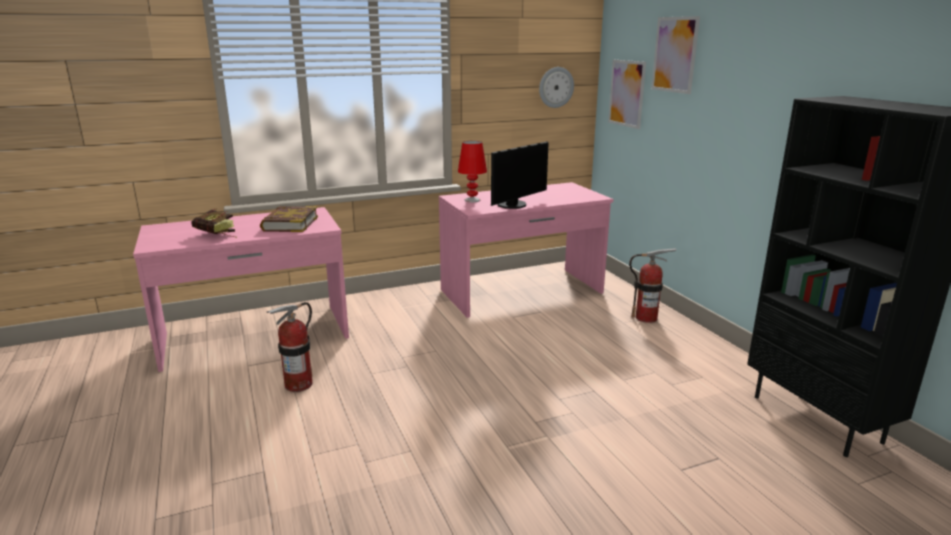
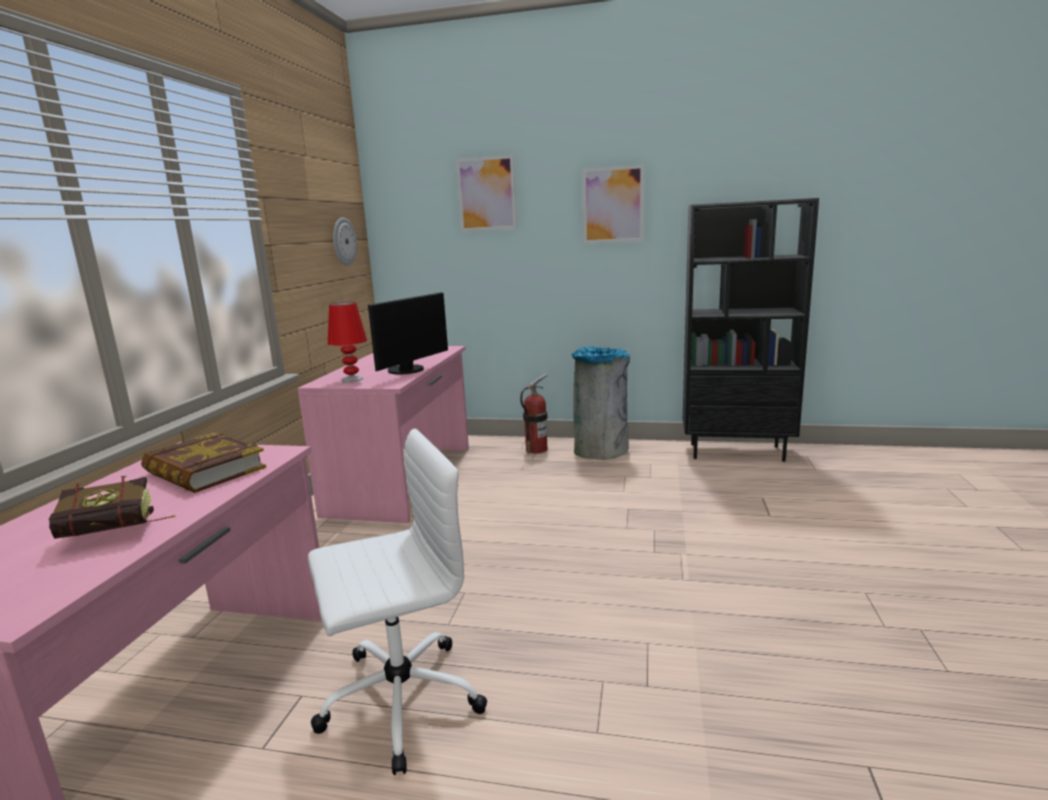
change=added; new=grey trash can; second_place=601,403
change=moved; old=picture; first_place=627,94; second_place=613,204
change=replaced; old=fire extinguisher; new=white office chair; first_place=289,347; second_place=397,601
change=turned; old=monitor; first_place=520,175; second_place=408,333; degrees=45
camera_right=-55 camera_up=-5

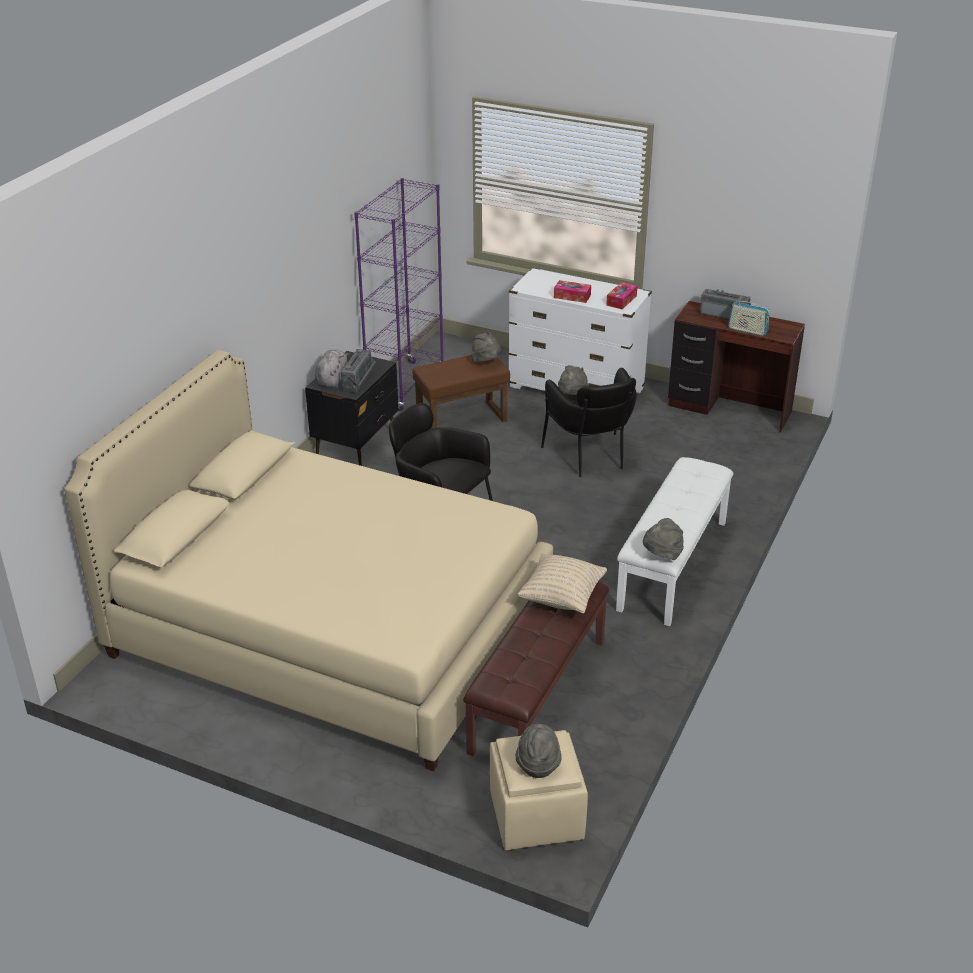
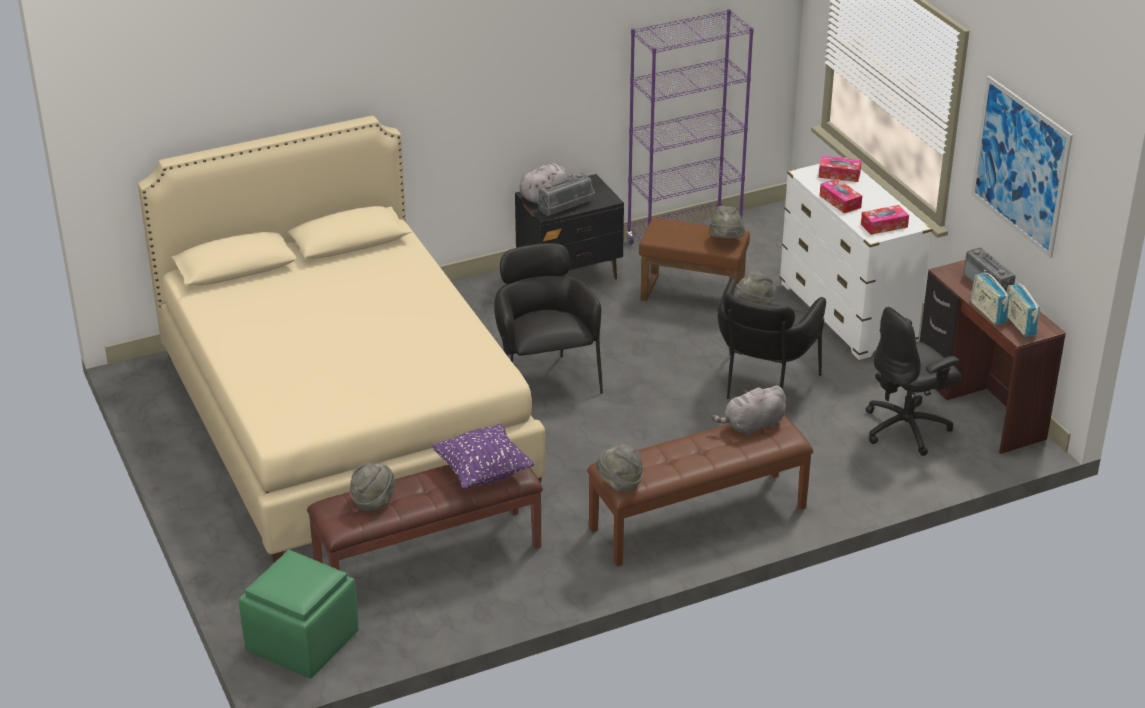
change=added; new=grey plush toy; second_place=749,411
change=added; new=tissue box; second_place=840,169
change=added; new=black office chair; second_place=913,381
change=added; new=picture; second_place=1022,167
change=added; new=radio; second_place=1023,309
change=moved; old=grey hat; first_place=539,751; second_place=372,487
change=recoloured; old=beige ottoman; new=green ottoman; first_place=539,790; second_place=298,614
change=recoloured; old=beige pillow; new=purple pillow; first_place=562,583; second_place=483,455
change=recoloured; old=white bench; new=brown bench; first_place=675,541; second_place=700,490
camera_right=40 camera_up=0

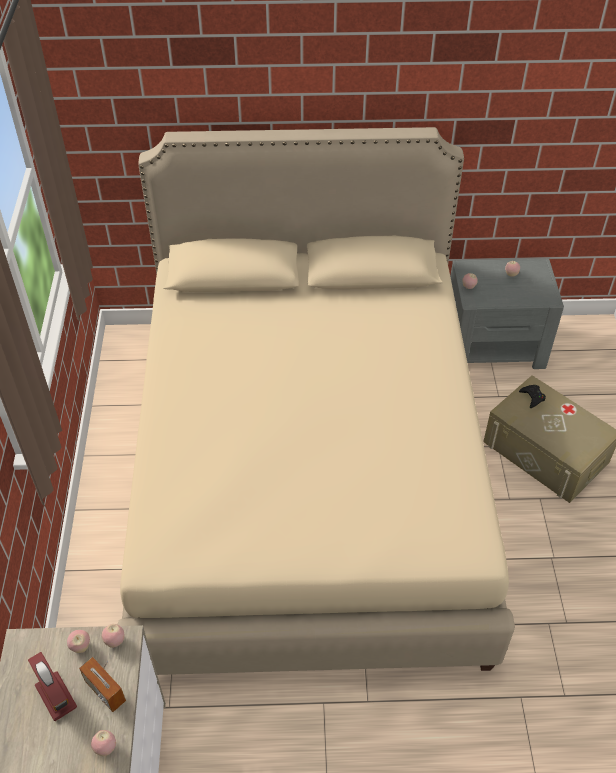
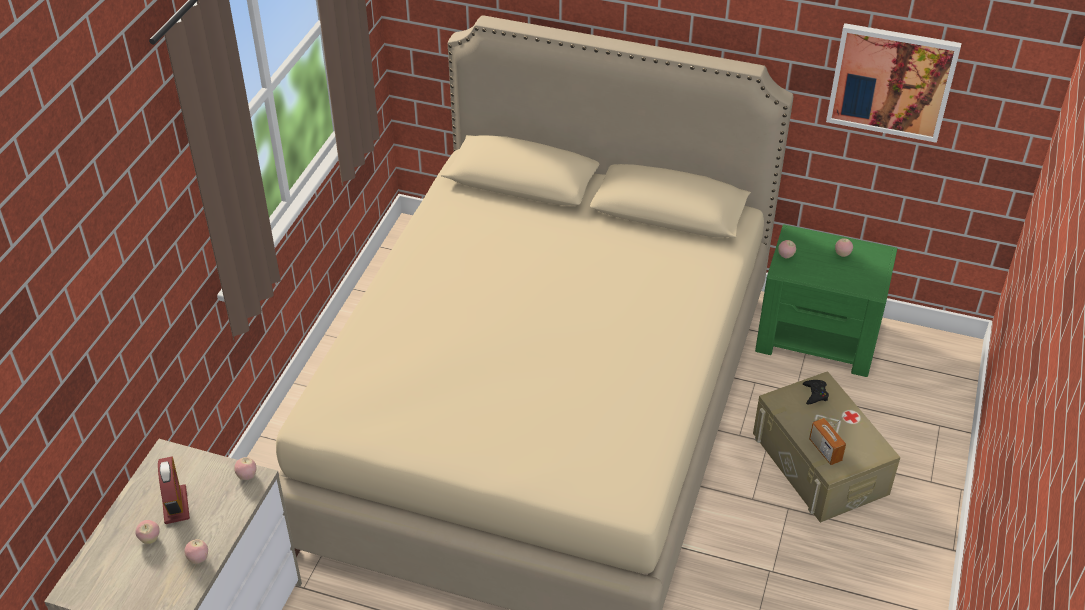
change=added; new=picture; second_place=894,83
change=moved; old=apple; first_place=78,641; second_place=147,532
change=moved; old=radio; first_place=102,684; second_place=827,440
change=recoloured; old=grey nightstand; new=green nightstand; first_place=507,313; second_place=826,300
camera_right=20 camera_up=-5

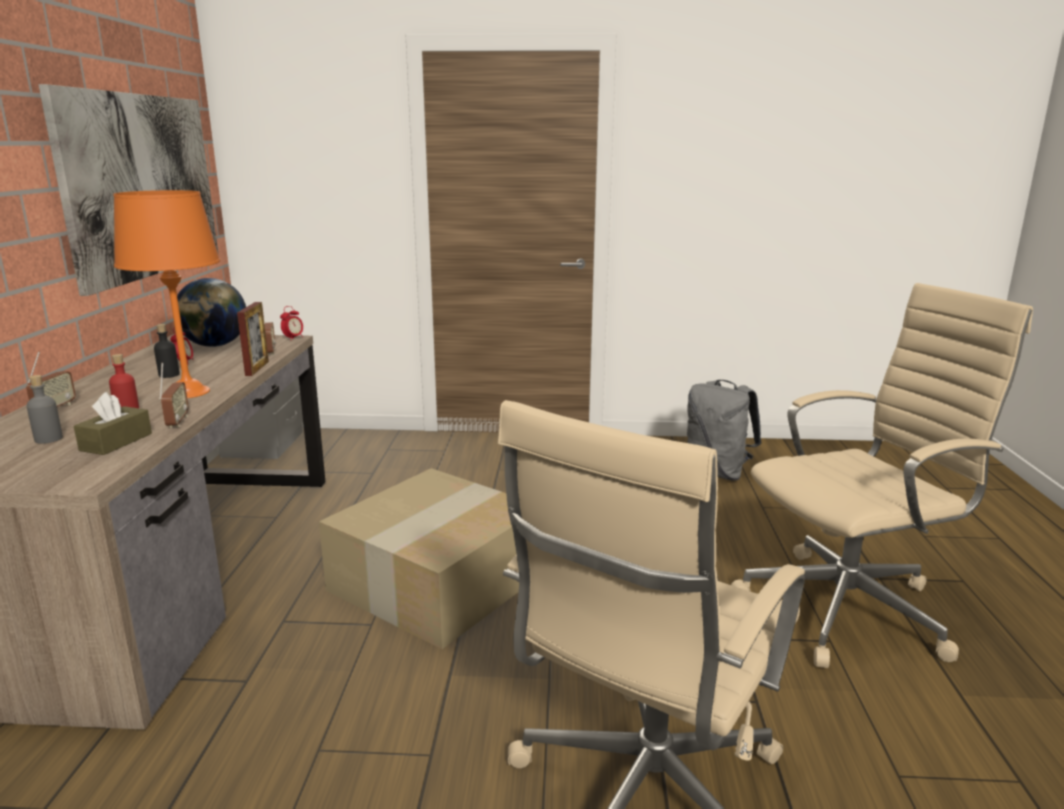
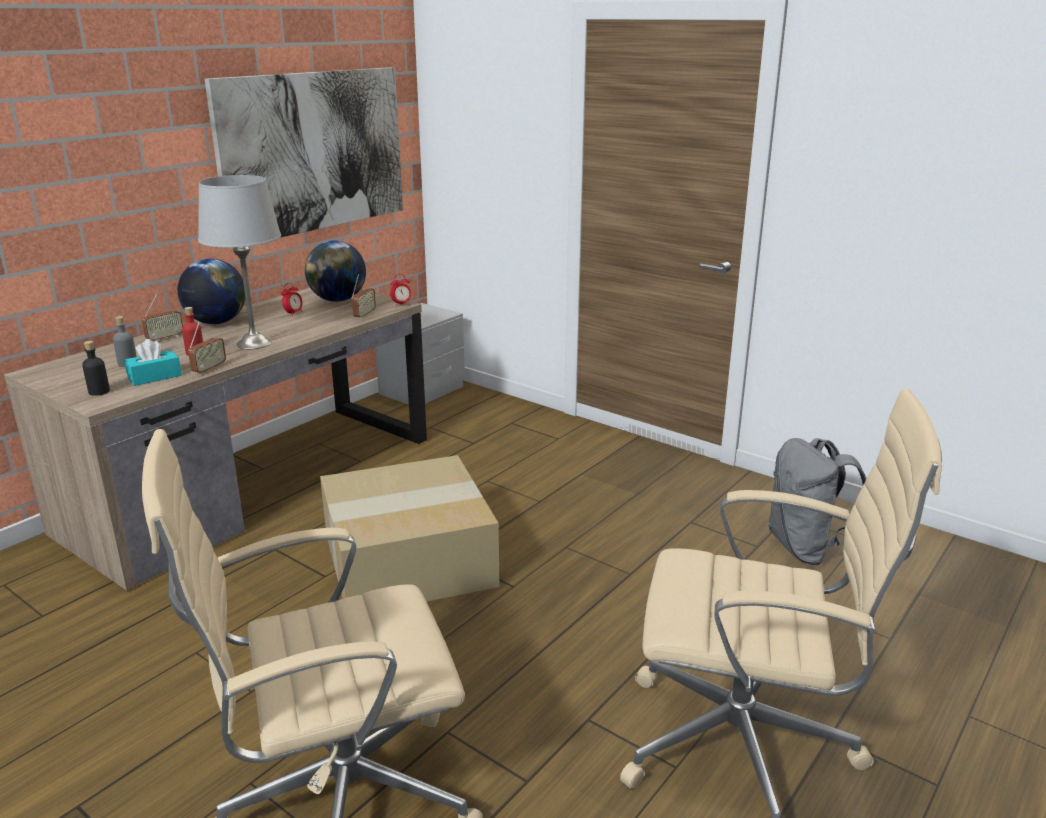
change=removed; old=picture frame; first_place=253,339
change=added; new=globe; second_place=212,291
change=moved; old=black bottle; first_place=167,351; second_place=96,368
change=recoloured; old=brown tissue box; new=turquoise tissue box; first_place=113,423; second_place=153,362
change=recoloured; old=orange table lamp; new=grey table lamp; first_place=166,294; second_place=239,262
camera_right=35 camera_up=5

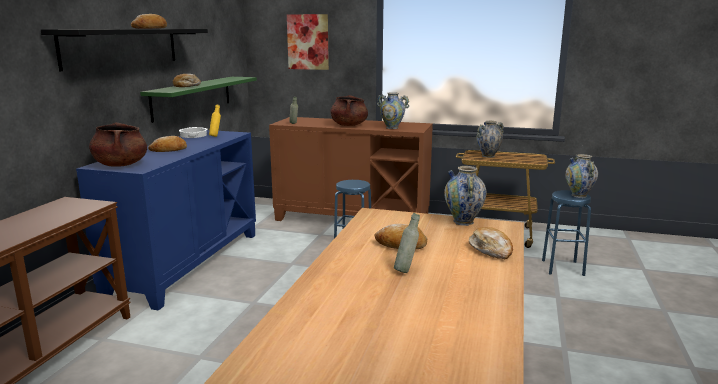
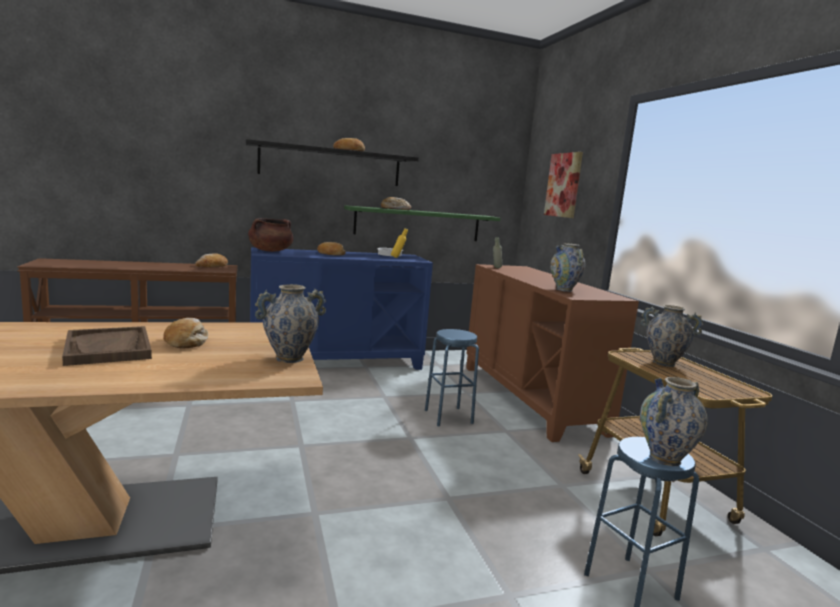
change=removed; old=brown cooking pot; first_place=349,110
change=moved; old=bread; first_place=491,243; second_place=211,260
change=replaced; old=grey bottle; new=brown tray; first_place=407,243; second_place=107,346
camera_right=55 camera_up=-5

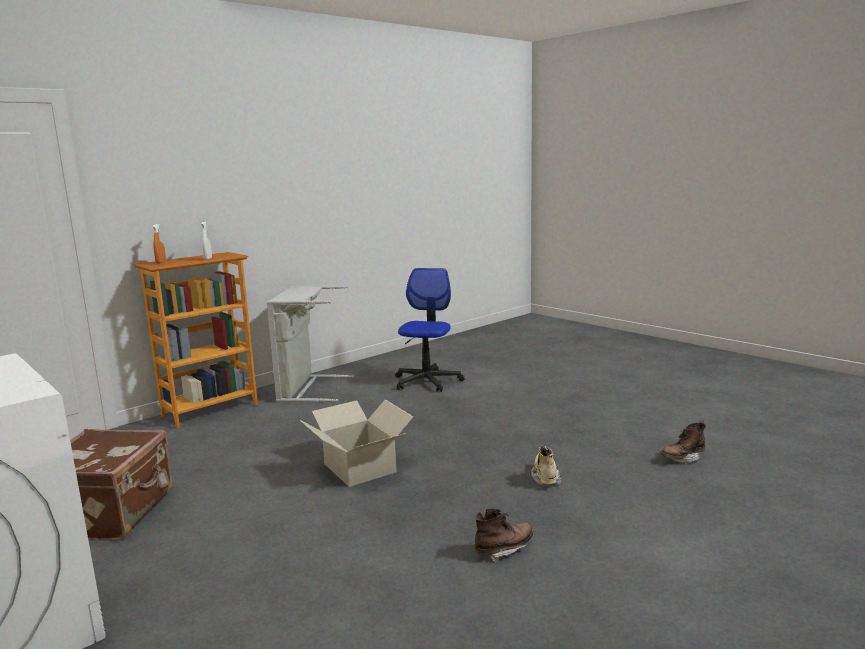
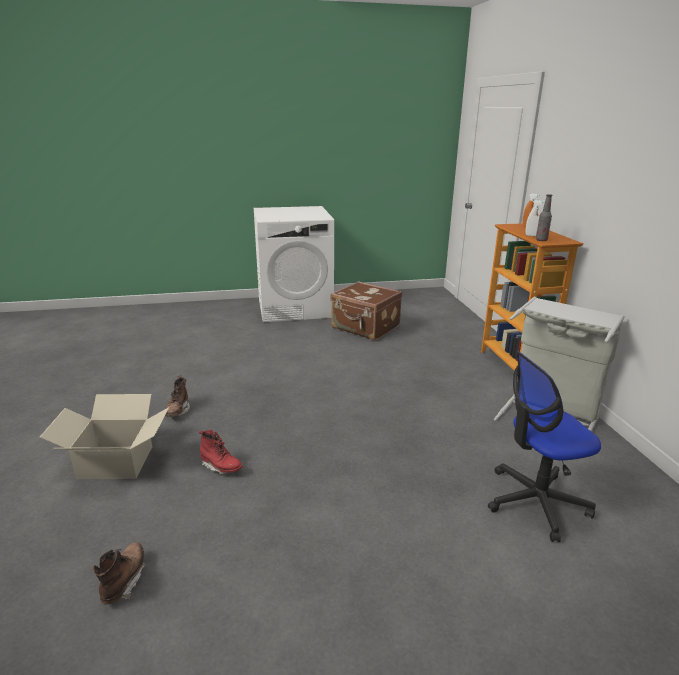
change=added; new=bottle; second_place=544,217
change=moved; old=cardboard box; first_place=356,443; second_place=104,436
change=recoloured; old=beige boot; new=red boot; first_place=546,465; second_place=221,452
change=turned; old=office chair; first_place=429,330; second_place=544,446; degrees=120
camera_right=120 camera_up=10

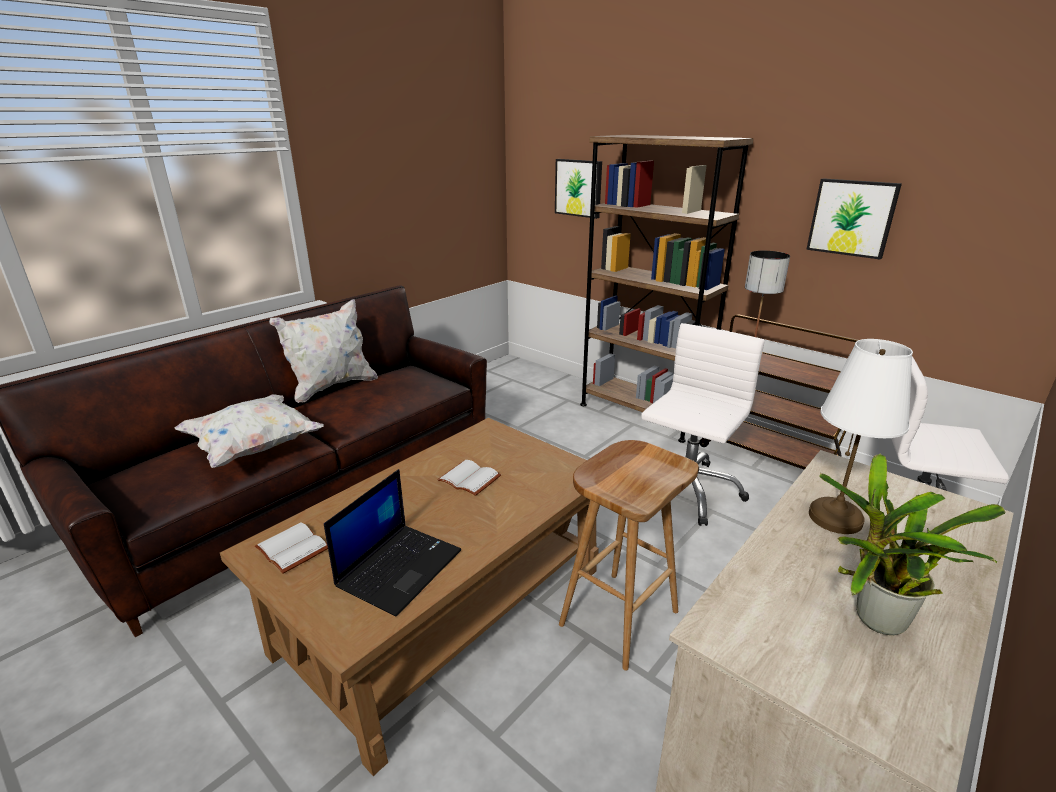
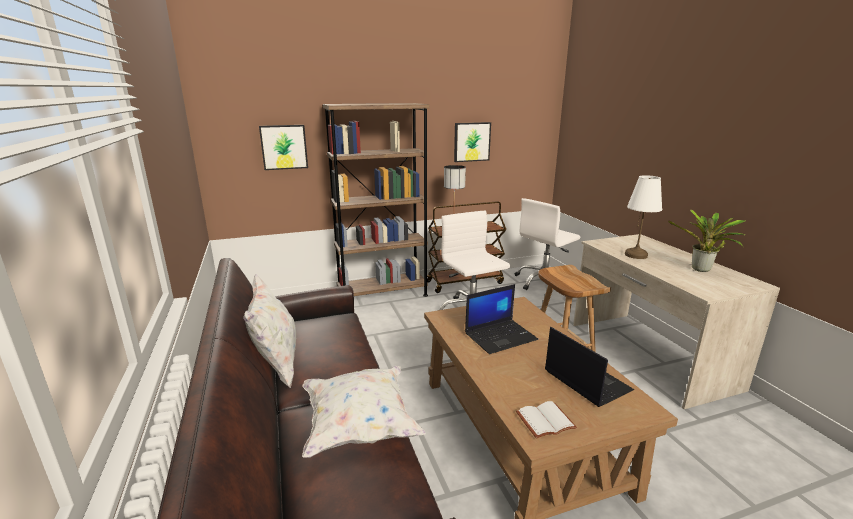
change=replaced; old=white book; new=laptop; first_place=469,478; second_place=501,319
camera_right=-60 camera_up=-5

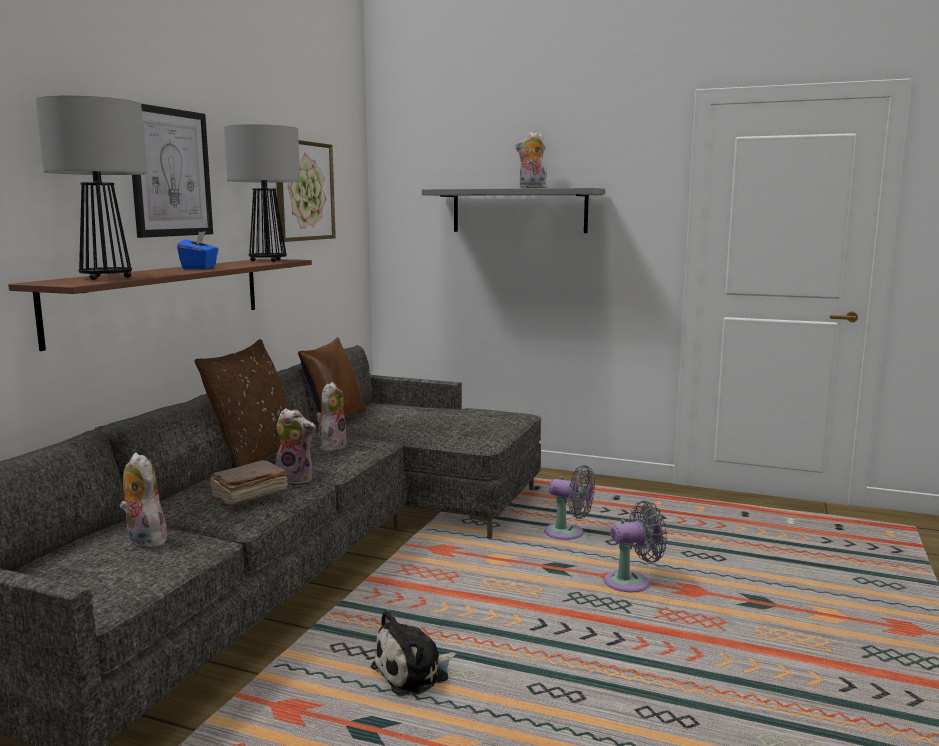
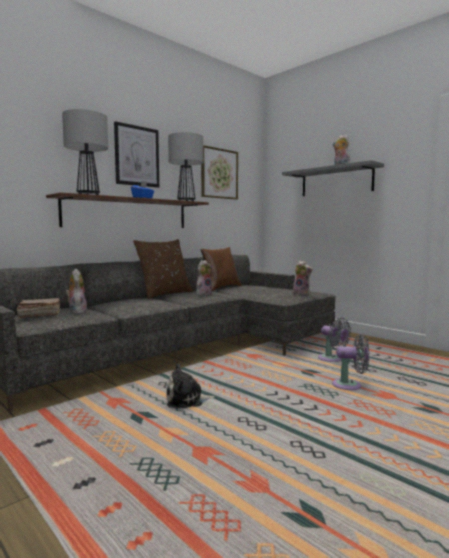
change=moved; old=brown book; first_place=248,484; second_place=38,308
change=moved; old=plush toy; first_place=295,447; second_place=303,278
camera_right=25 camera_up=-5

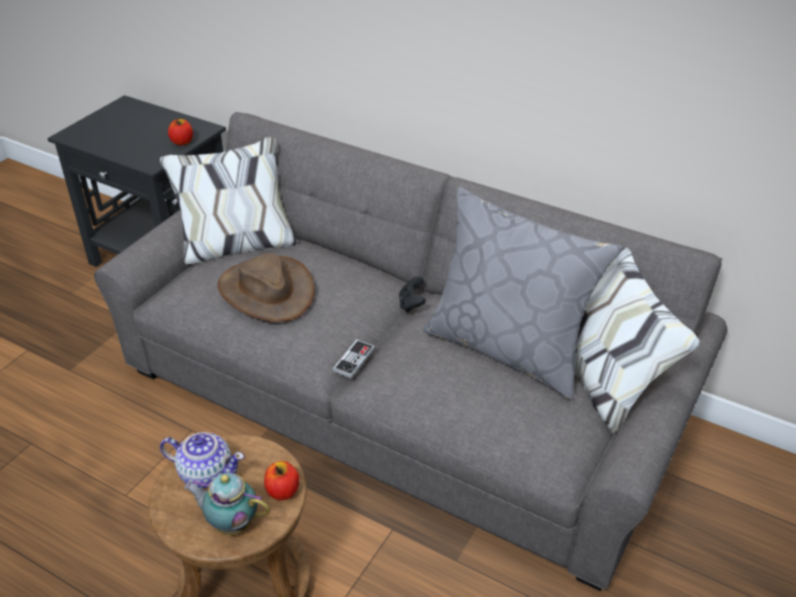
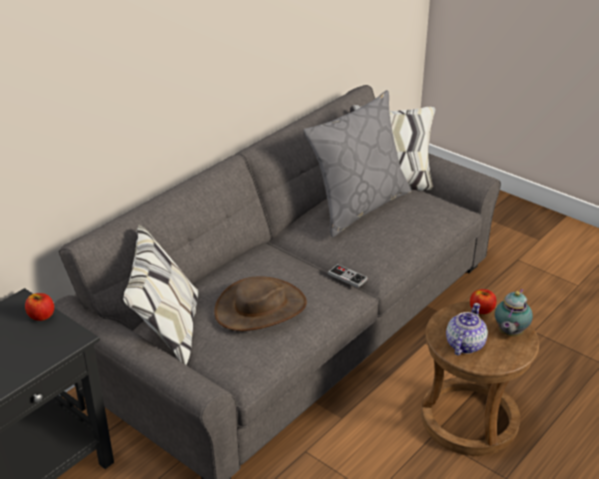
change=removed; old=black game controller; first_place=412,294
camera_right=-80 camera_up=-5

